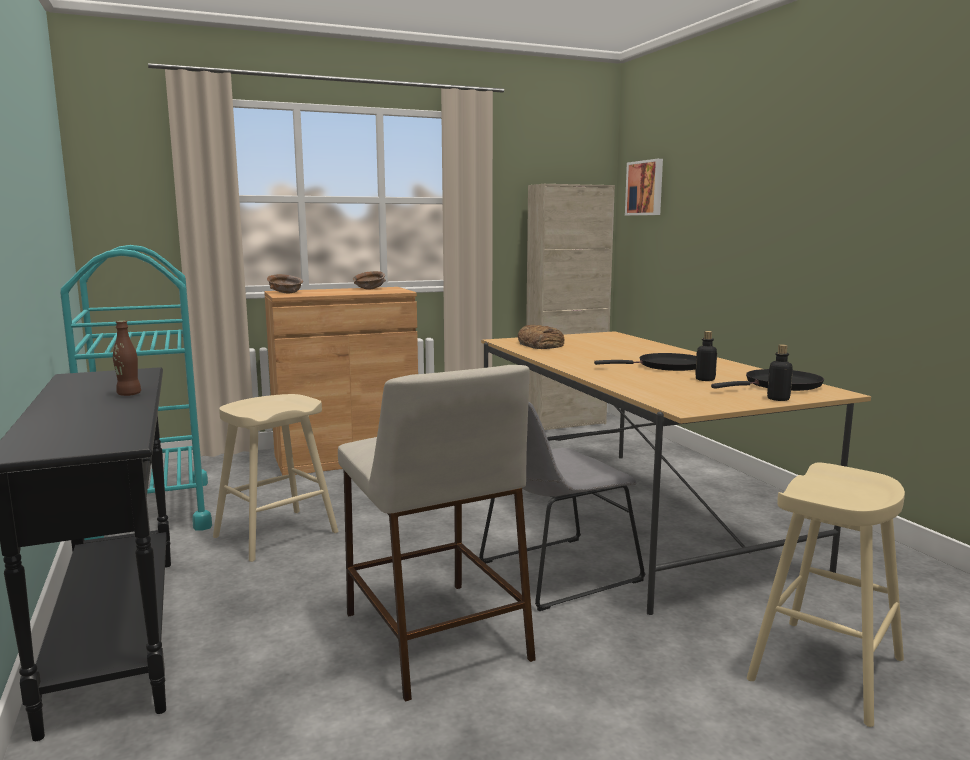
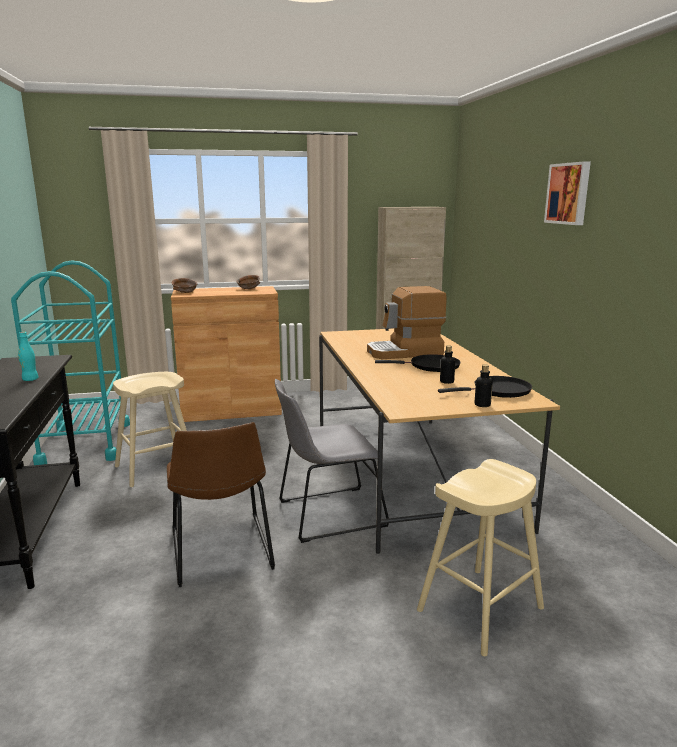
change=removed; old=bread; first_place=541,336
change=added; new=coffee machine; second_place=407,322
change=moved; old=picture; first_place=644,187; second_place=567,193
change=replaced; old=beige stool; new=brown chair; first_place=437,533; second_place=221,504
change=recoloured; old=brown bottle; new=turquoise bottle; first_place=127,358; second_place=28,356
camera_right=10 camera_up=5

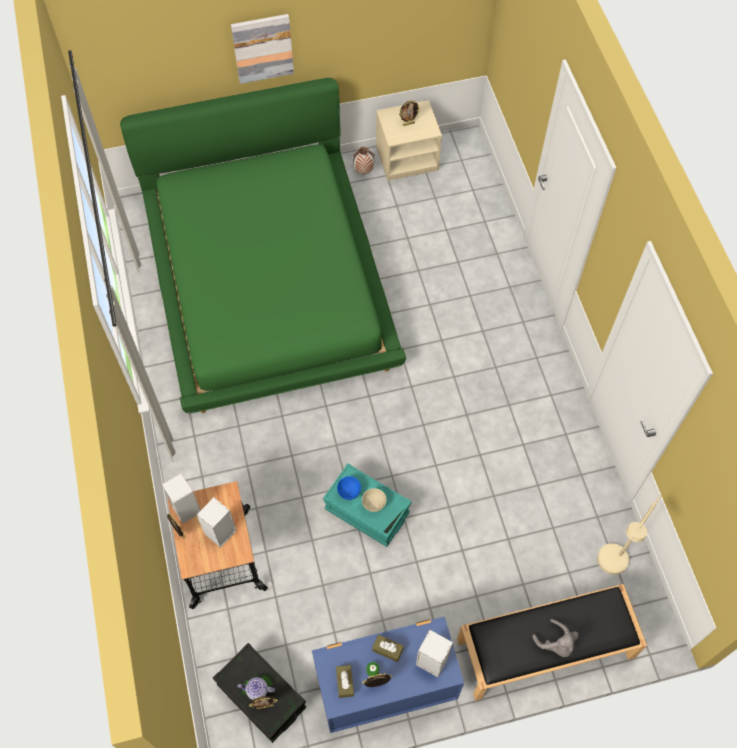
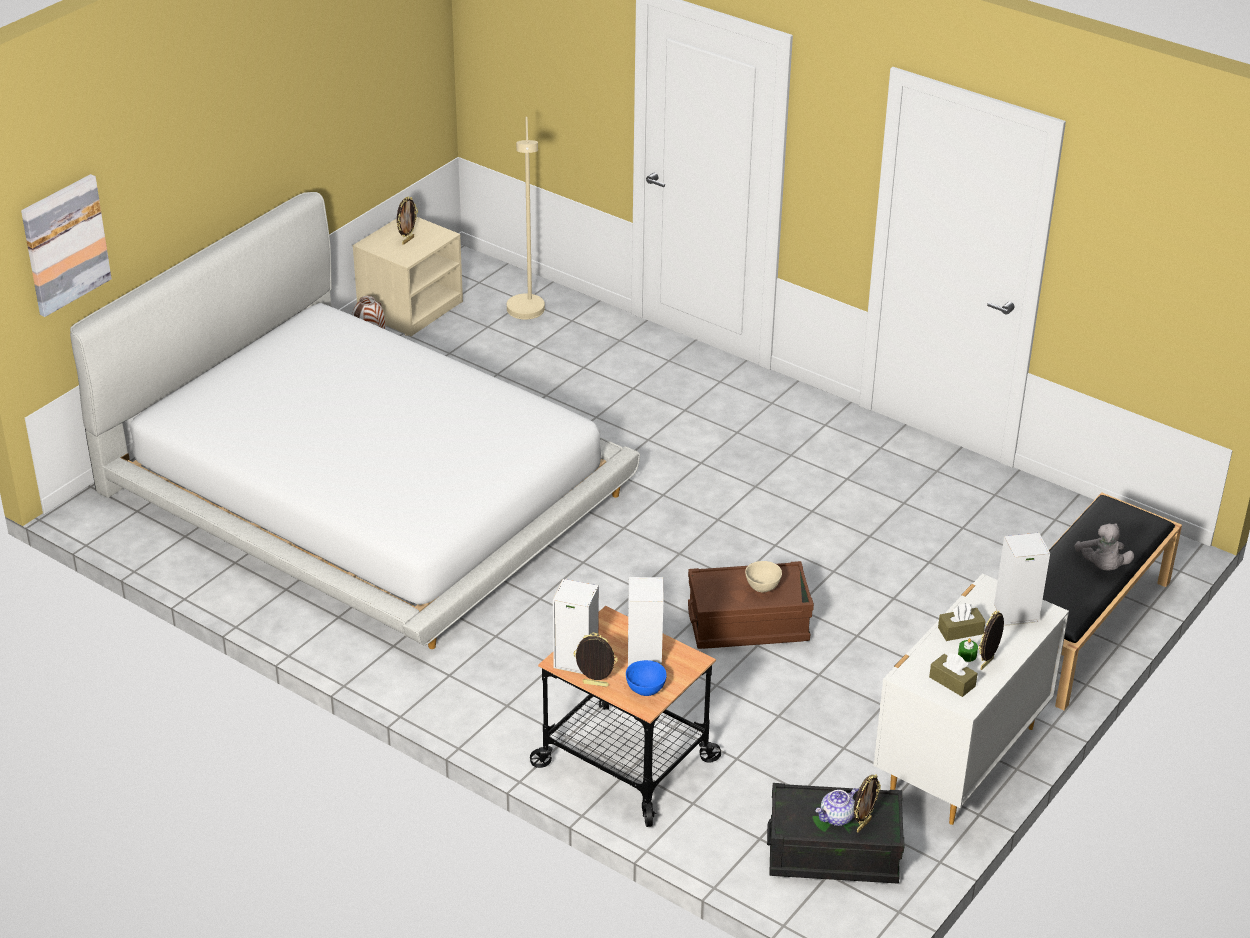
change=moved; old=picture; first_place=262,49; second_place=66,245
change=moved; old=blue bowl; first_place=349,488; second_place=646,678
change=moved; old=beige floor lamp; first_place=629,534; second_place=526,218
change=recoloured; old=green bed; new=white bed; first_place=263,246; second_place=355,420
change=recoloured; old=blue dresser; new=white dresser; first_place=388,674; second_place=971,699
change=recoloured; old=turquoise storage box; new=brown storage box; first_place=367,505; second_place=751,605
change=turned; old=grey plush toy; first_place=555,638; second_place=1104,547; degrees=75
camera_right=-40 camera_up=-25

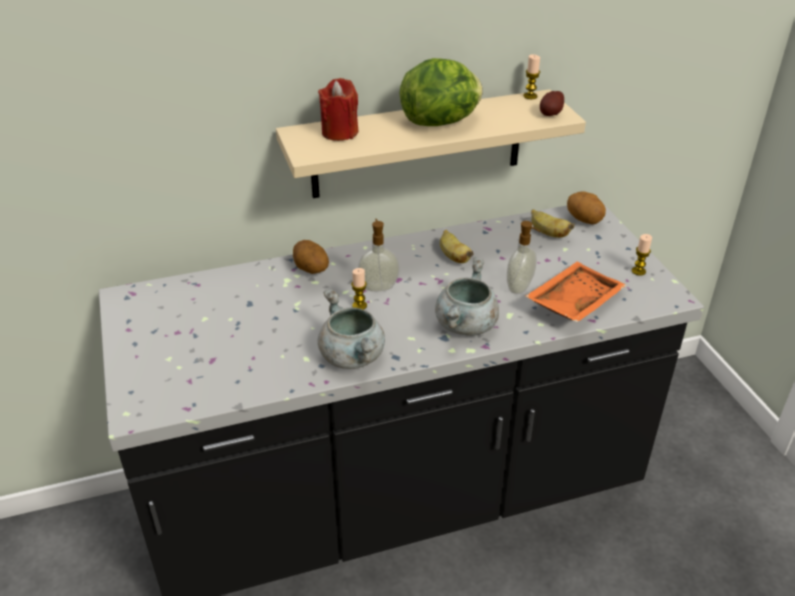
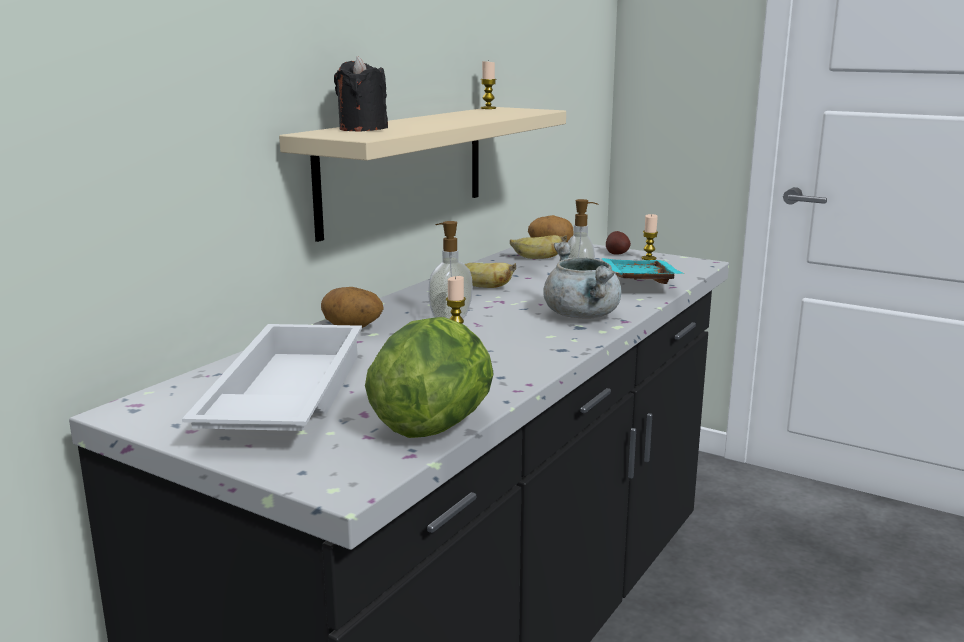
change=removed; old=grey cooking pot; first_place=351,329
change=added; new=white tray; second_place=272,377
change=moved; old=lettuce; first_place=441,92; second_place=429,377
change=moved; old=potato; first_place=552,103; second_place=618,243
change=recoloured; old=red candle; new=black candle; first_place=338,109; second_place=361,94
change=recoloured; old=orange tray; new=turquoise tray; first_place=576,292; second_place=643,271
camera_right=-40 camera_up=-20

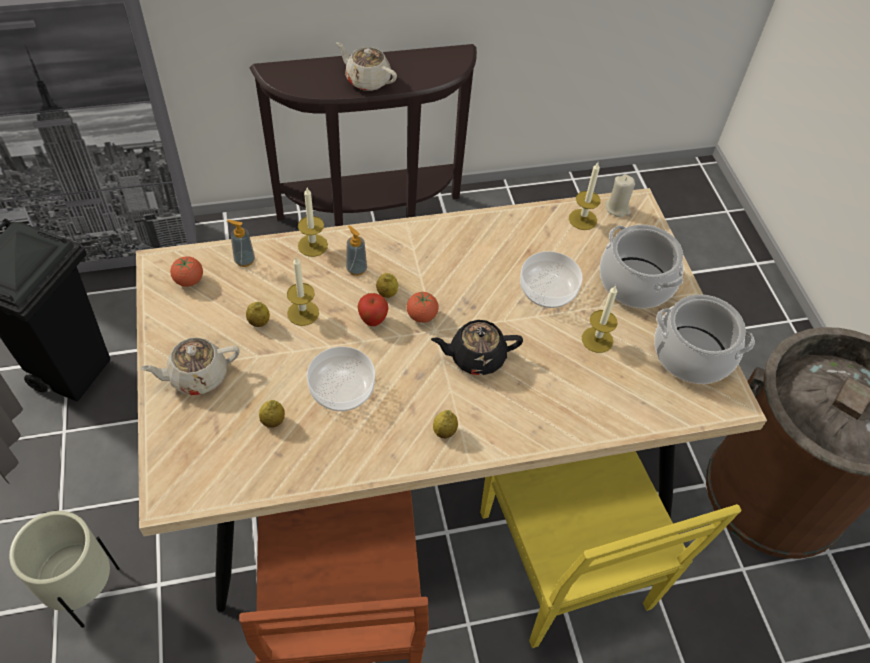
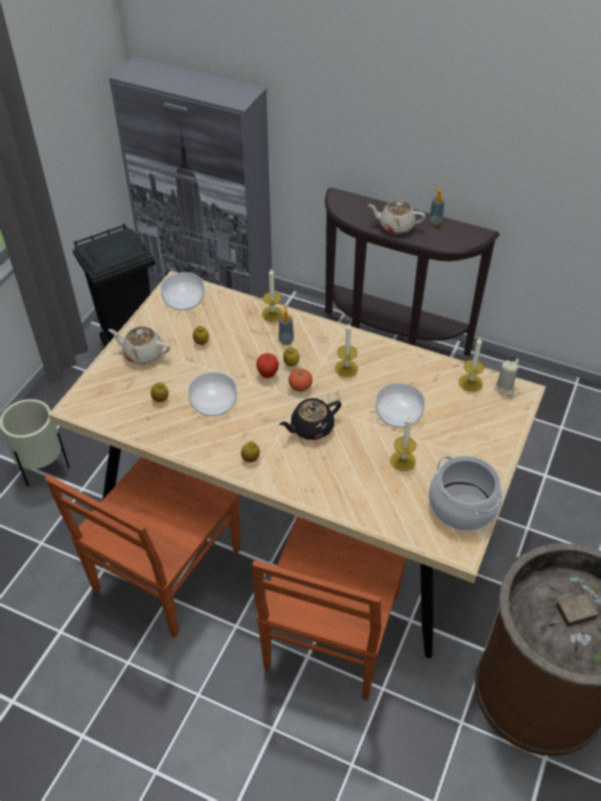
change=removed; old=cooking pot; first_place=641,266
change=moved; old=soap dispenser; first_place=241,243; second_place=437,206
change=moved; old=candle; first_place=303,291; second_place=346,350
change=replaced; old=tomato; new=bowl; first_place=186,271; second_place=182,291
change=recoloured; old=yellow chair; new=brown chair; first_place=611,549; second_place=329,608
change=turned; old=beige teapot; first_place=366,66; second_place=397,217; degrees=-60
change=turned; old=black teapot; first_place=477,347; second_place=310,419; degrees=-60
camera_right=40 camera_up=-5

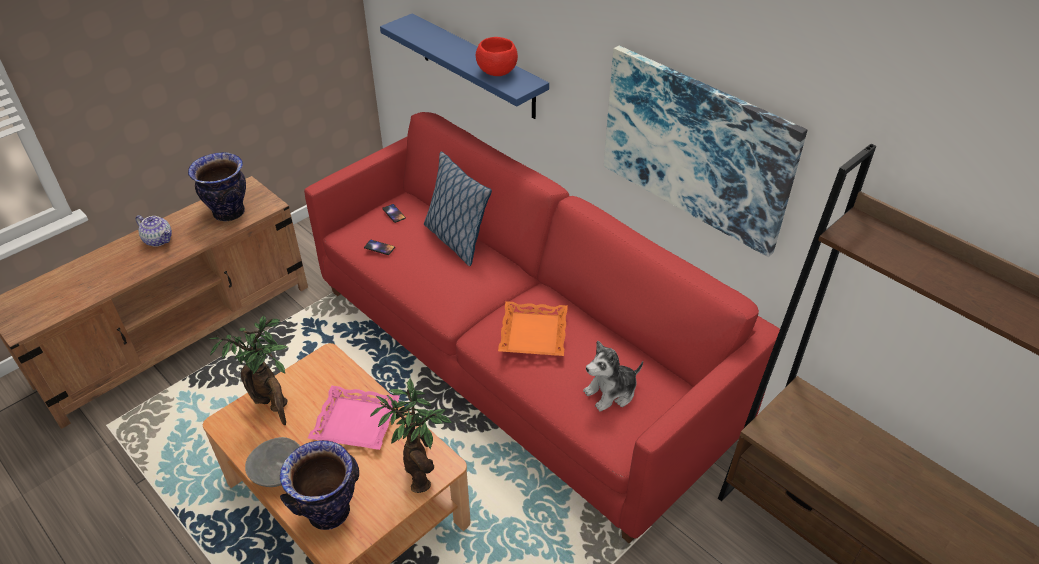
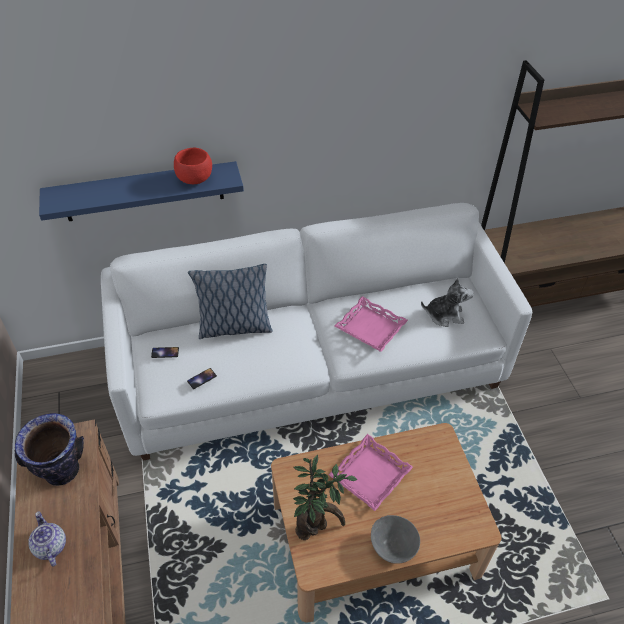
change=removed; old=vase; first_place=319,485
change=removed; old=potted plant; first_place=411,435
change=removed; old=picture; first_place=705,151
change=recoloured; old=red sofa; new=white sofa; first_place=542,328; second_place=317,332
change=recoloured; old=orange tray; new=pink tray; first_place=533,328; second_place=371,324
change=turned; old=teapot; first_place=154,231; second_place=47,539; degrees=-90
change=turned; old=plush toy; first_place=613,376; second_place=447,302; degrees=-90
camera_right=-60 camera_up=5

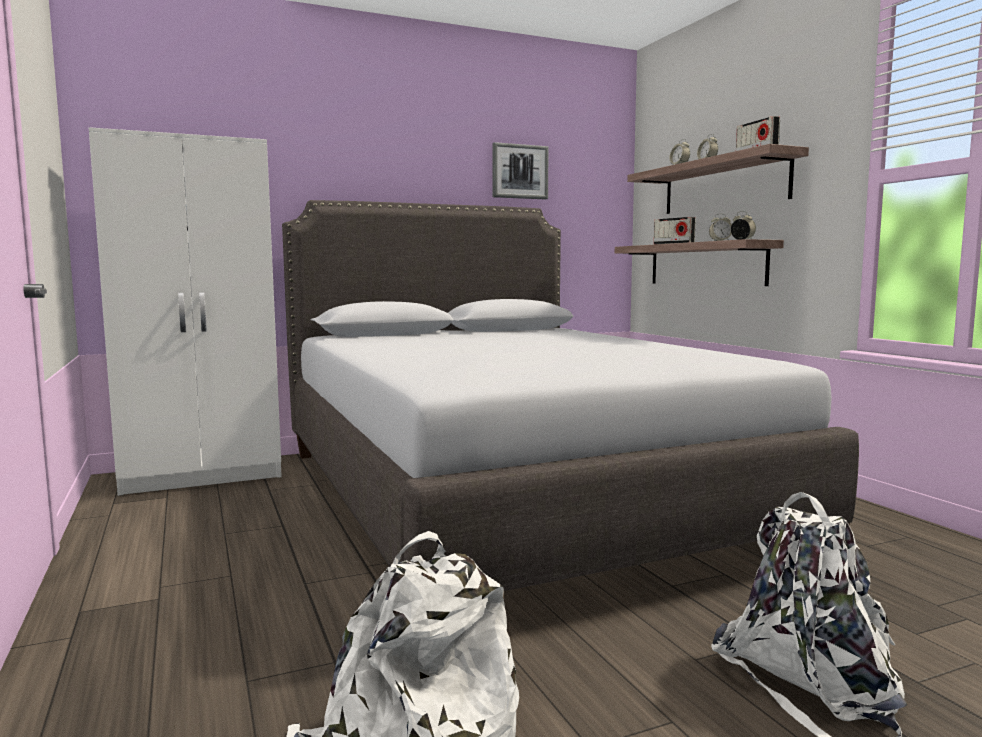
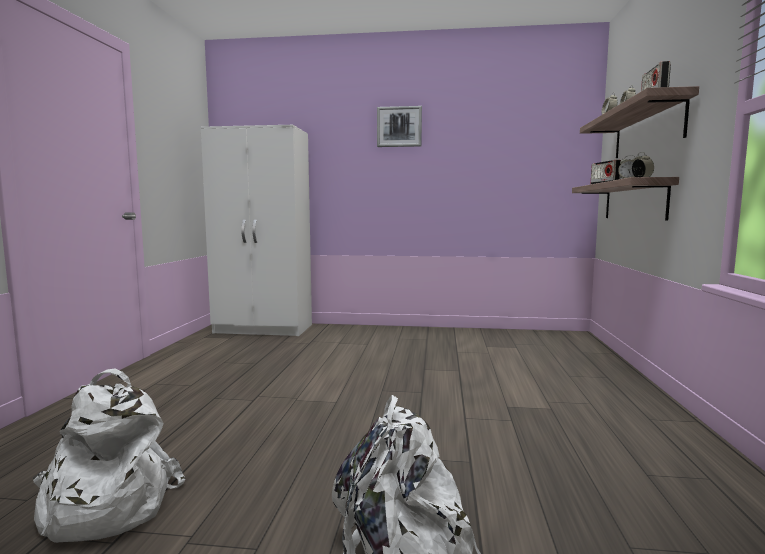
change=removed; old=grey bed; first_place=570,395
change=moved; old=picture; first_place=520,170; second_place=399,126
camera_right=30 camera_up=0

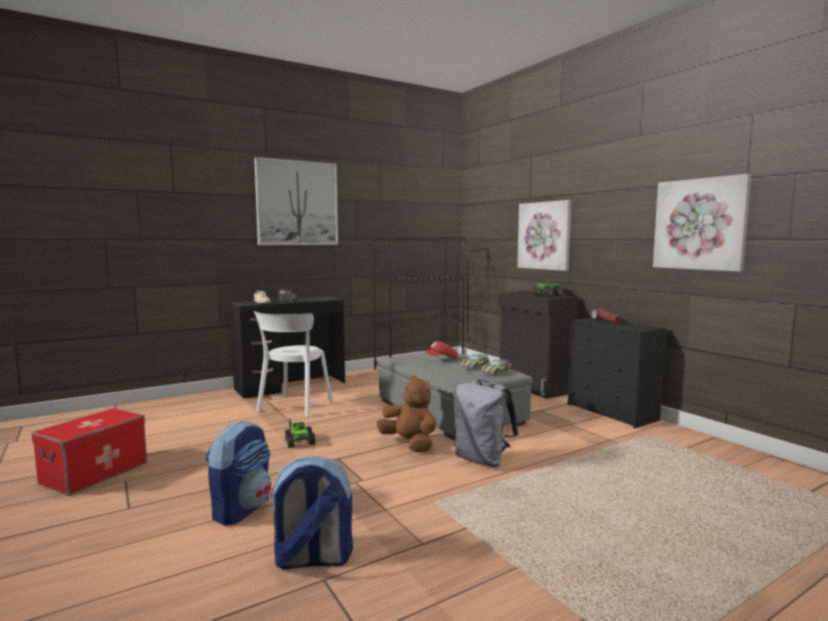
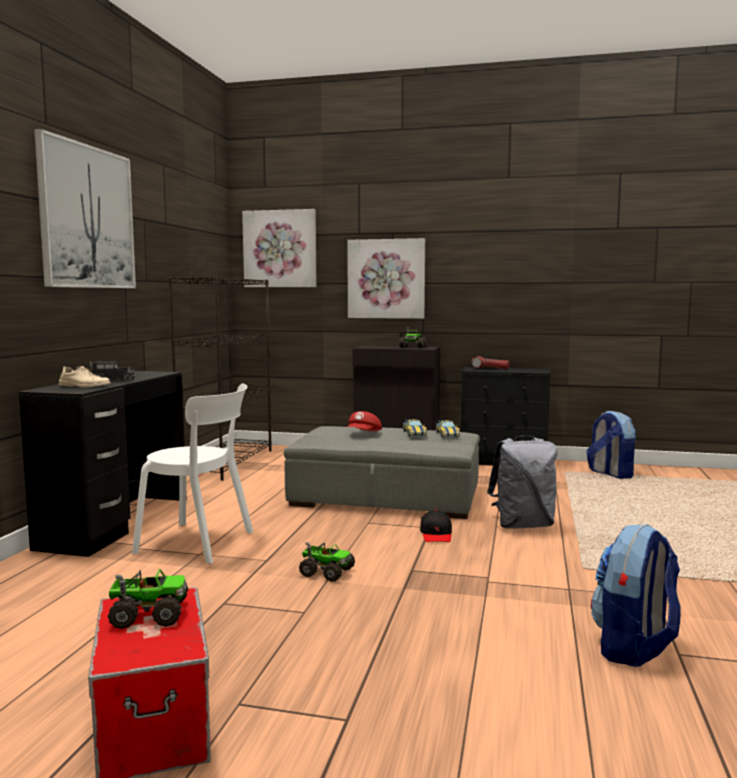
change=added; new=toy truck; second_place=148,599
change=moved; old=backpack; first_place=238,473; second_place=611,445
change=moved; old=picture; first_place=702,223; second_place=279,248
change=replaced; old=brown plush toy; new=black cap; first_place=407,413; second_place=436,526
change=turned; old=white chair; first_place=293,364; second_place=192,474; degrees=-45
camera_right=-45 camera_up=0

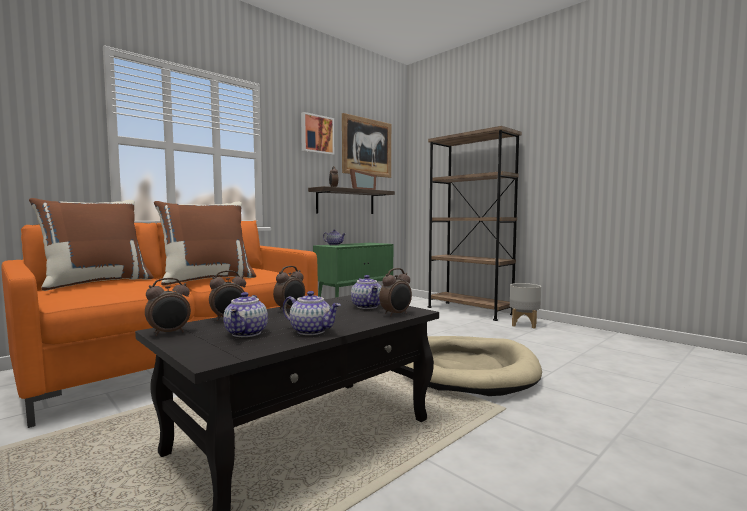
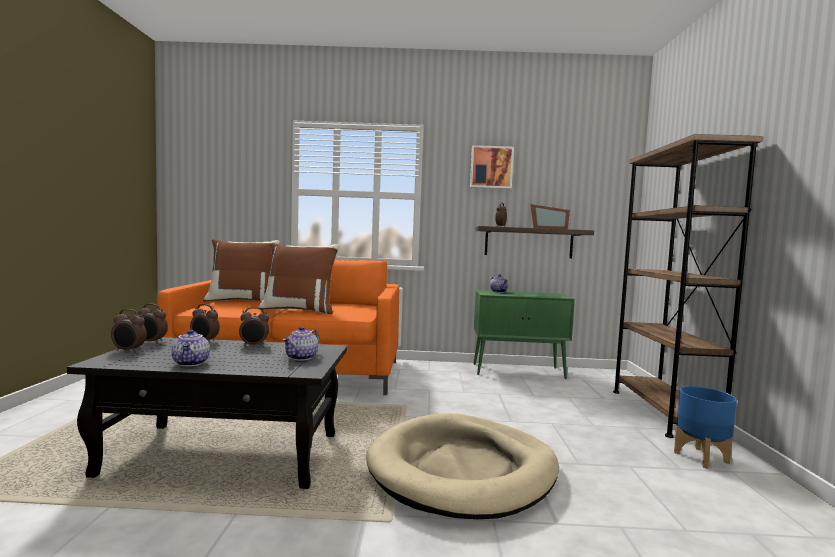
change=removed; old=teapot; first_place=245,314
change=removed; old=picture; first_place=366,145
change=moved; old=alarm clock; first_place=395,292; second_place=129,330
change=recoloured; old=grey planter; new=blue planter; first_place=525,305; second_place=705,427
camera_right=45 camera_up=0

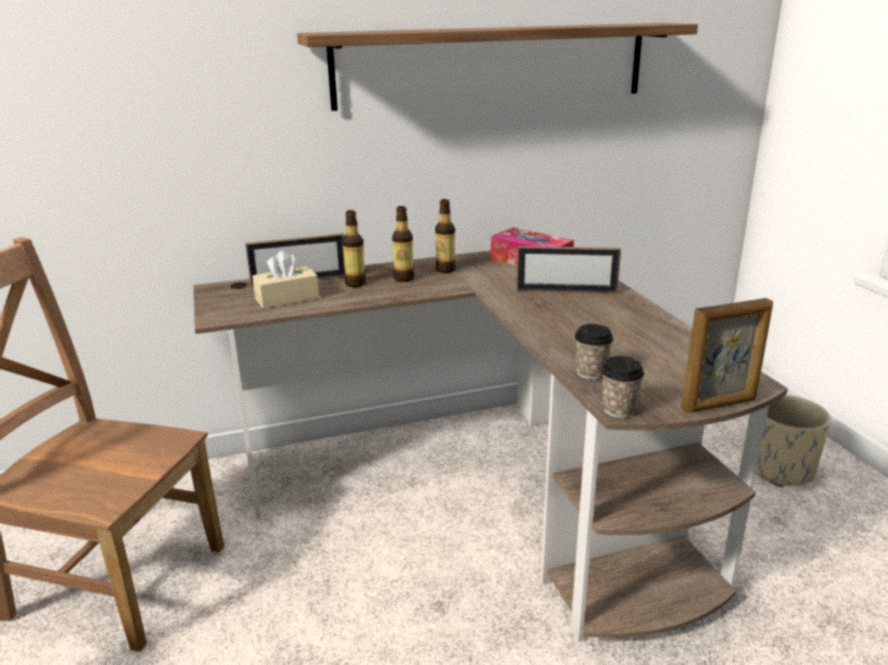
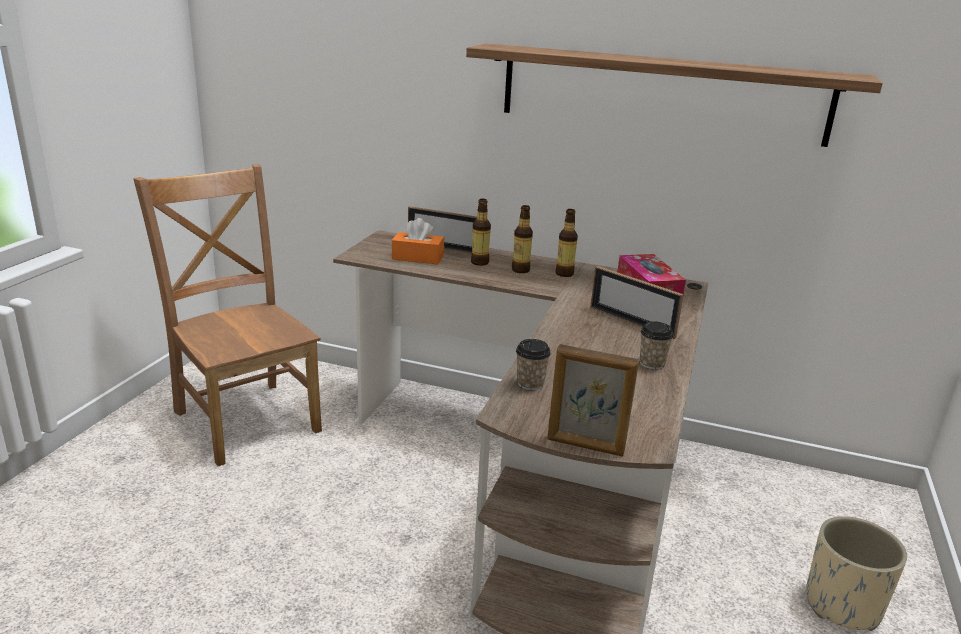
change=moved; old=cup; first_place=622,387; second_place=657,345
change=recoloured; old=beige tissue box; new=orange tissue box; first_place=285,280; second_place=418,241
camera_right=35 camera_up=0

